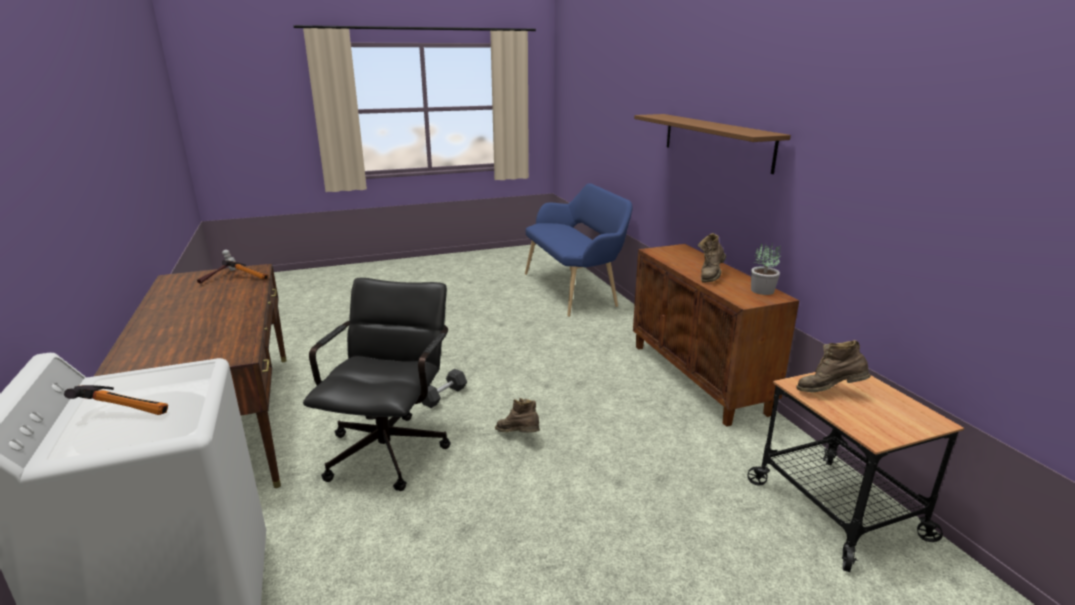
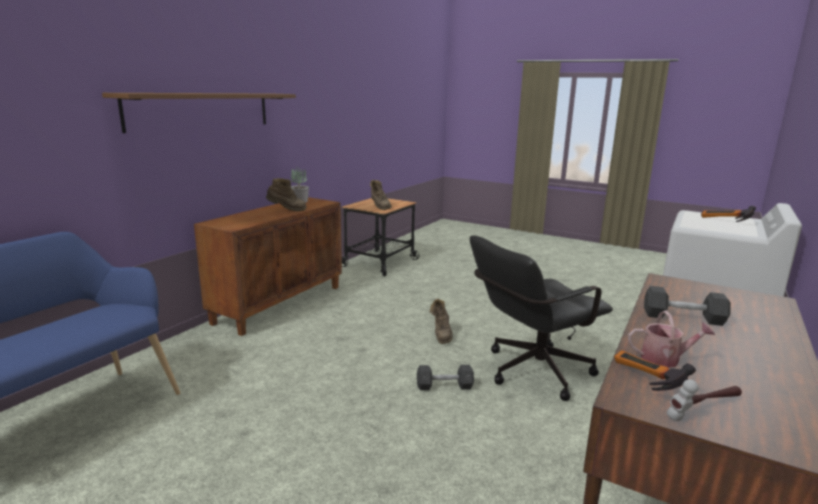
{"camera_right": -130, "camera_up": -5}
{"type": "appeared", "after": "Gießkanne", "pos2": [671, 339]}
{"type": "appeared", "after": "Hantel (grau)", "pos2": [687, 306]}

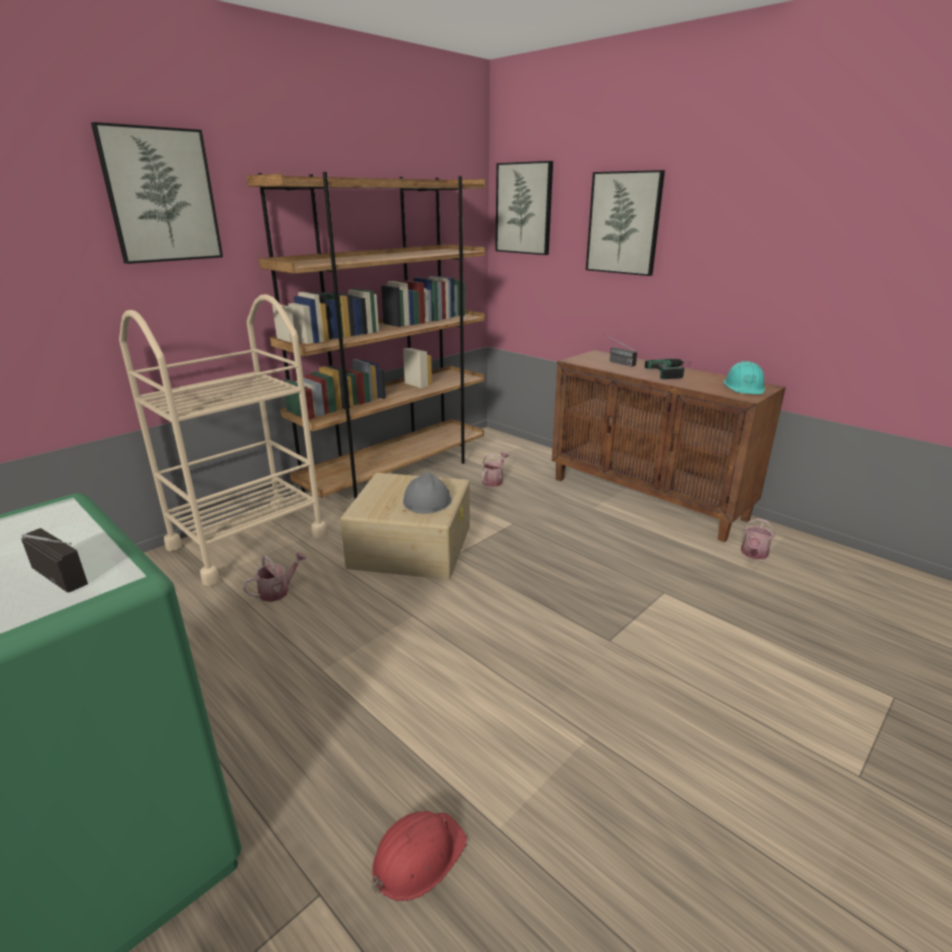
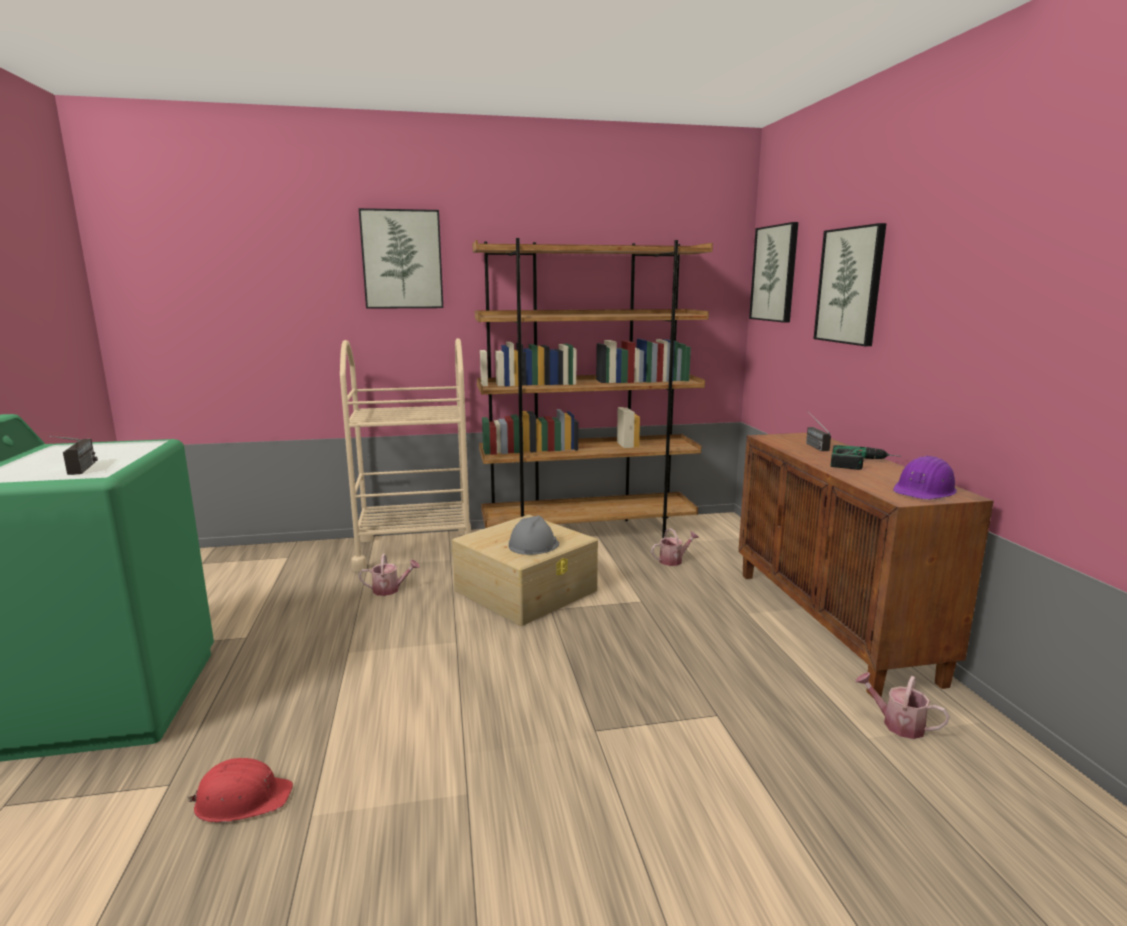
{"camera_right": 35, "camera_up": -10}
{"type": "spun", "before": "Gießkanne", "pos1": [758, 538], "pos2": [902, 705], "turn": 60}
{"type": "colour", "before": "Schutzhelm (türkis)", "after": "Schutzhelm (lila)", "pos1": [744, 378], "pos2": [925, 477]}

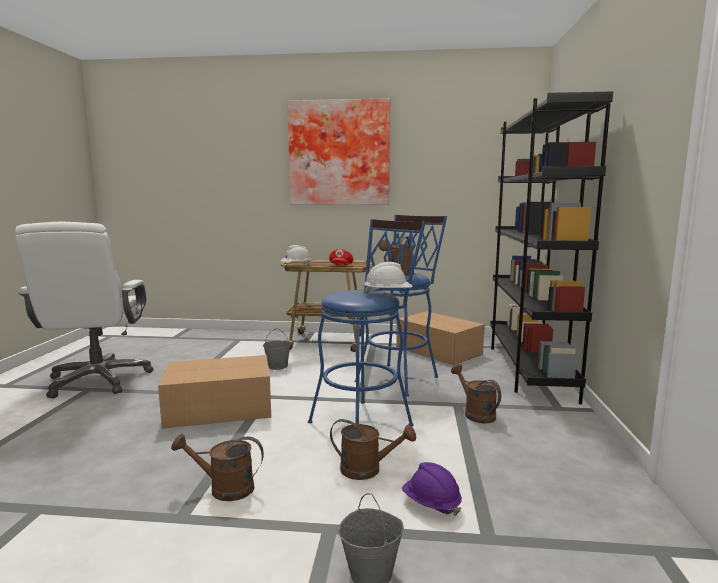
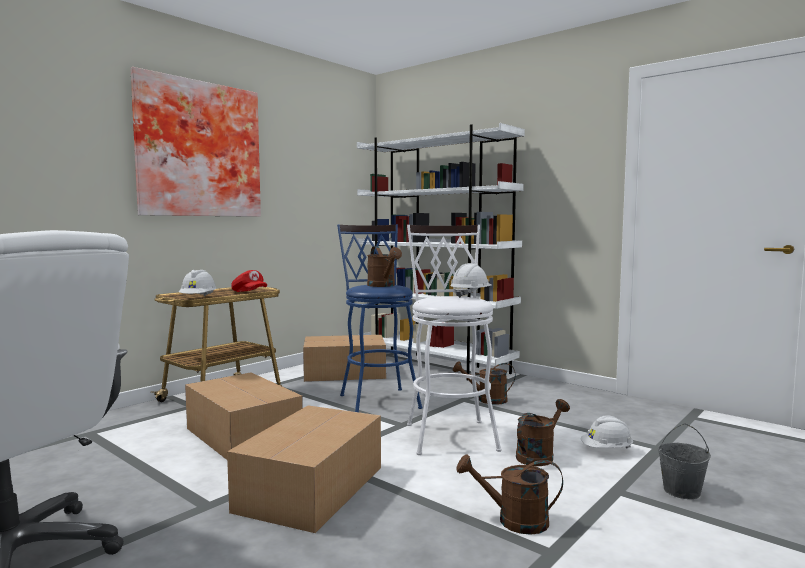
{"camera_right": -55, "camera_up": -5}
{"type": "exchanged", "before": "Eimer (grau)", "after": "Karton", "pos1": [277, 349], "pos2": [244, 416]}
{"type": "colour", "before": "Bücherregal (schwarz)", "after": "Bücherregal (weiß)", "pos1": [551, 247], "pos2": [441, 252]}
{"type": "colour", "before": "Hocker (blau)", "after": "Hocker (weiß)", "pos1": [367, 322], "pos2": [454, 340]}
{"type": "spun", "before": "Gießkanne (braun)", "pos1": [217, 467], "pos2": [509, 494], "turn": 60}
{"type": "colour", "before": "Schutzhelm (lila)", "after": "Schutzhelm (weiß)", "pos1": [432, 489], "pos2": [607, 432]}

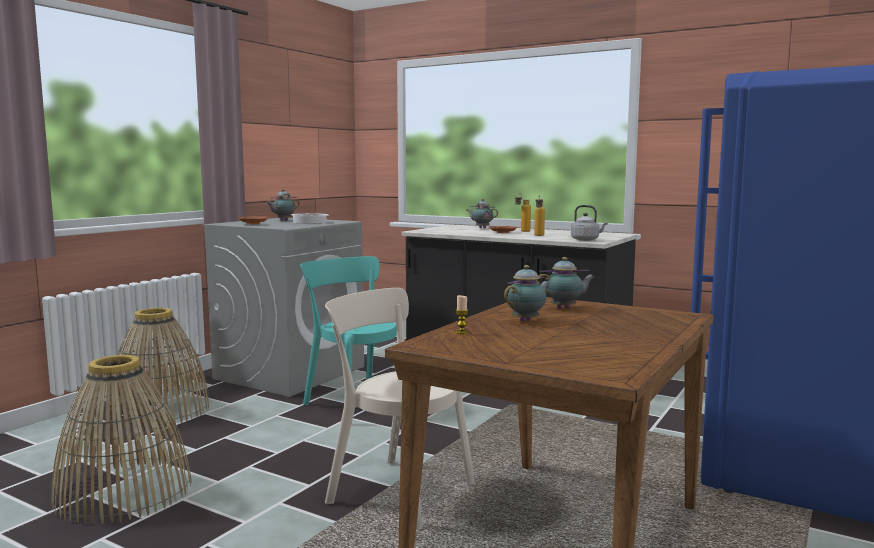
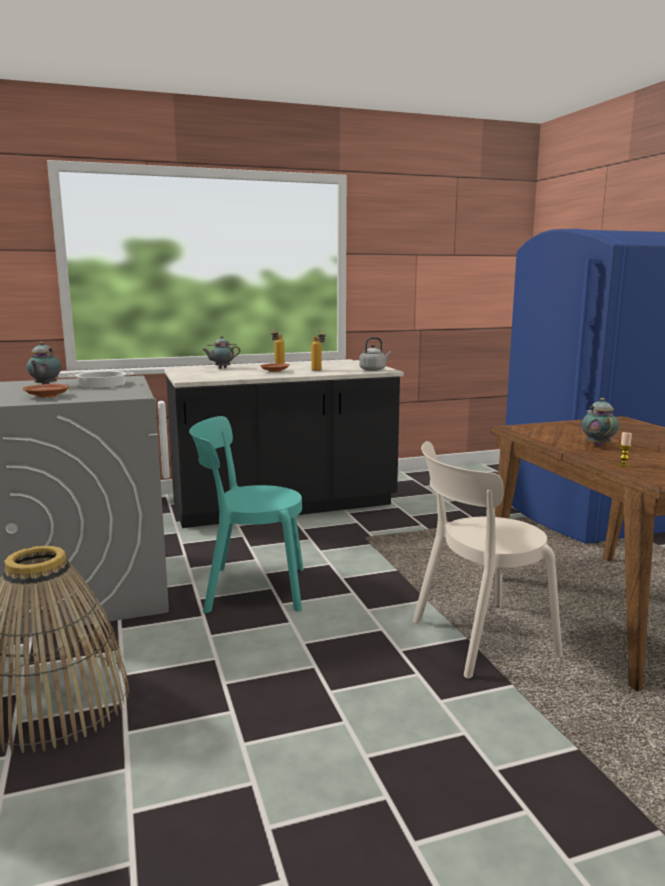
{"camera_right": -50, "camera_up": 5}
{"type": "missing", "before": "Korb", "pos1": [121, 440]}
{"type": "missing", "before": "Teekanne", "pos1": [565, 283]}

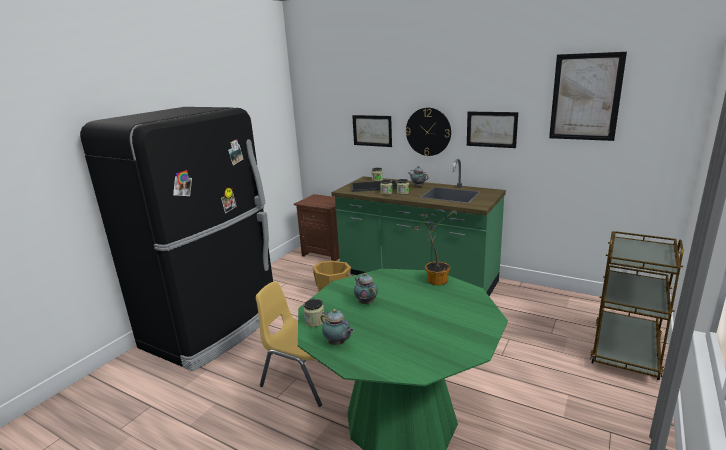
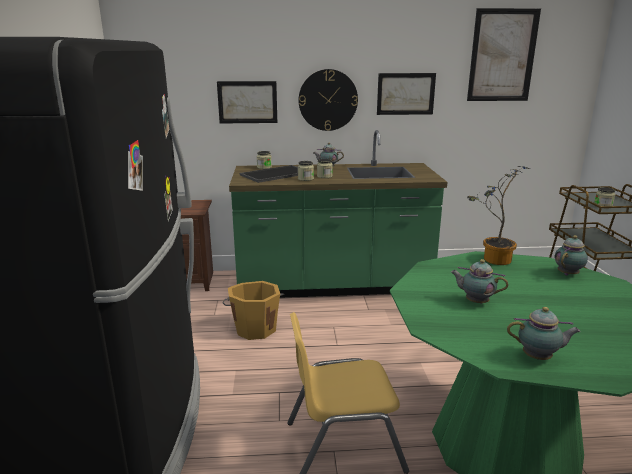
{"camera_right": -35, "camera_up": 0}
{"type": "appeared", "after": "Teekanne", "pos2": [571, 255]}
{"type": "relocated", "before": "Vorratsglas", "pos1": [314, 313], "pos2": [604, 198]}

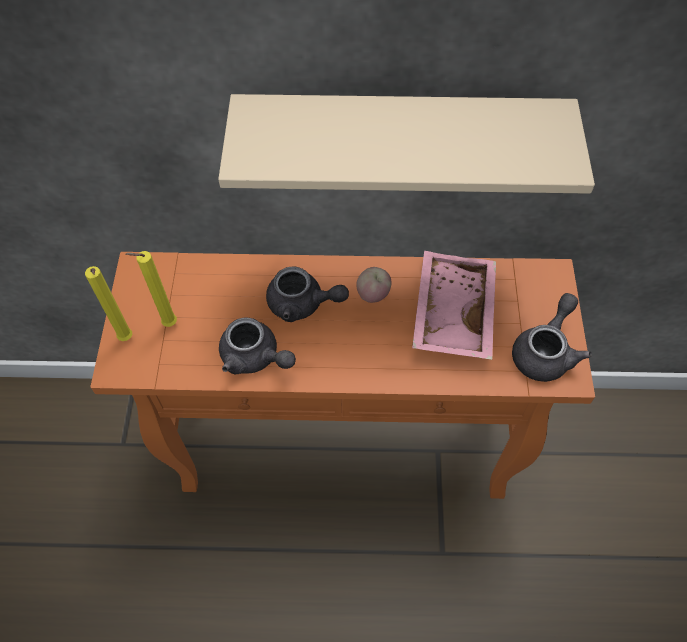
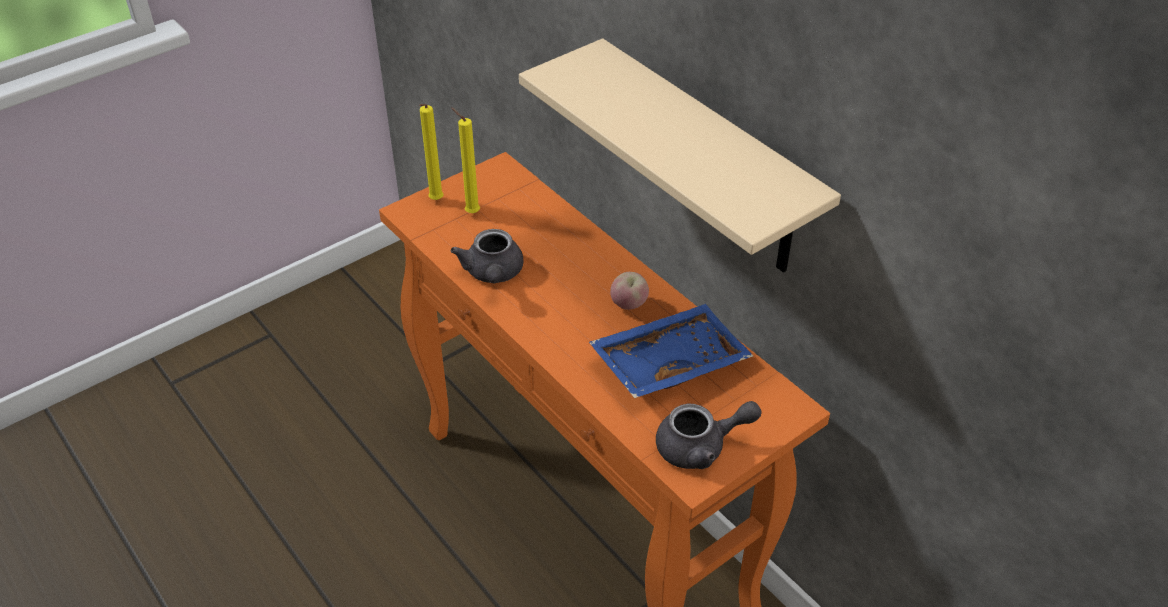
{"camera_right": 50, "camera_up": -15}
{"type": "colour", "before": "Tablett (rosa)", "after": "Tablett (blau)", "pos1": [454, 305], "pos2": [671, 351]}
{"type": "missing", "before": "Teekanne (grau)", "pos1": [307, 294]}

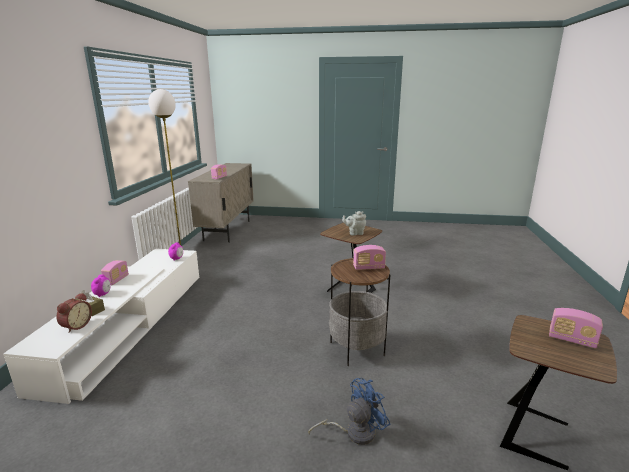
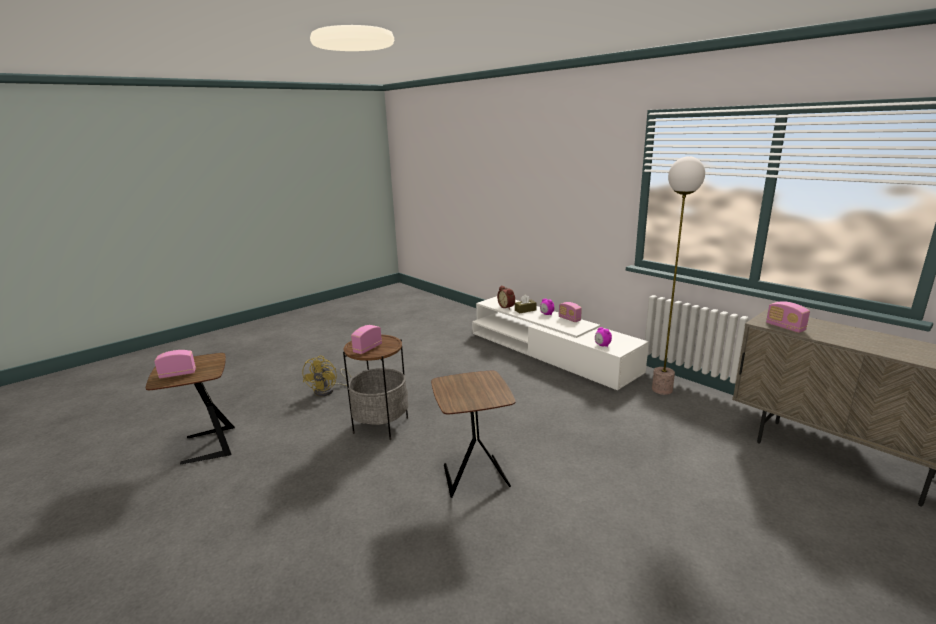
{"camera_right": 130, "camera_up": 0}
{"type": "colour", "before": "Ventilator (blau)", "after": "Ventilator (gelb)", "pos1": [349, 411], "pos2": [326, 376]}
{"type": "missing", "before": "Teekanne (grau)", "pos1": [354, 223]}

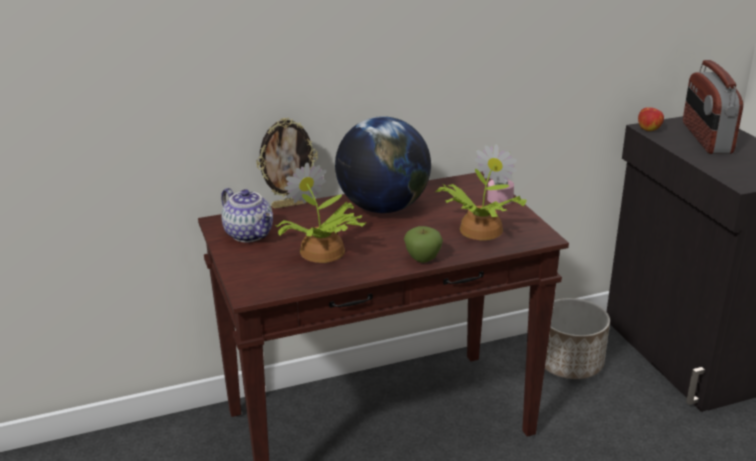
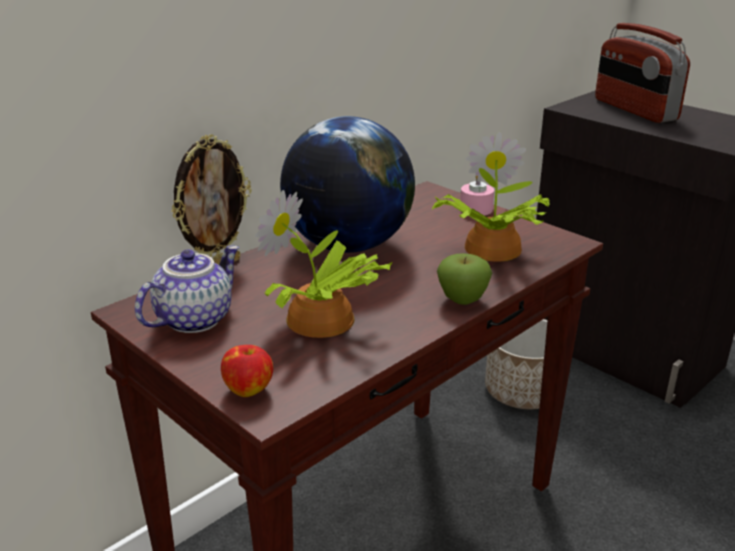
{"camera_right": -25, "camera_up": 0}
{"type": "spun", "before": "Teekanne", "pos1": [247, 215], "pos2": [187, 289], "turn": -75}
{"type": "relocated", "before": "Apfel", "pos1": [651, 119], "pos2": [247, 371]}

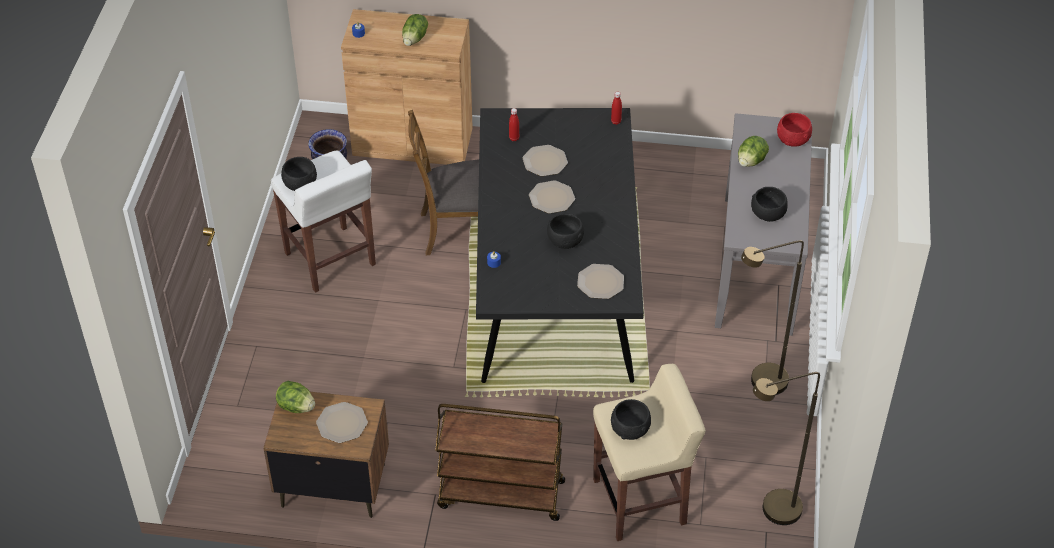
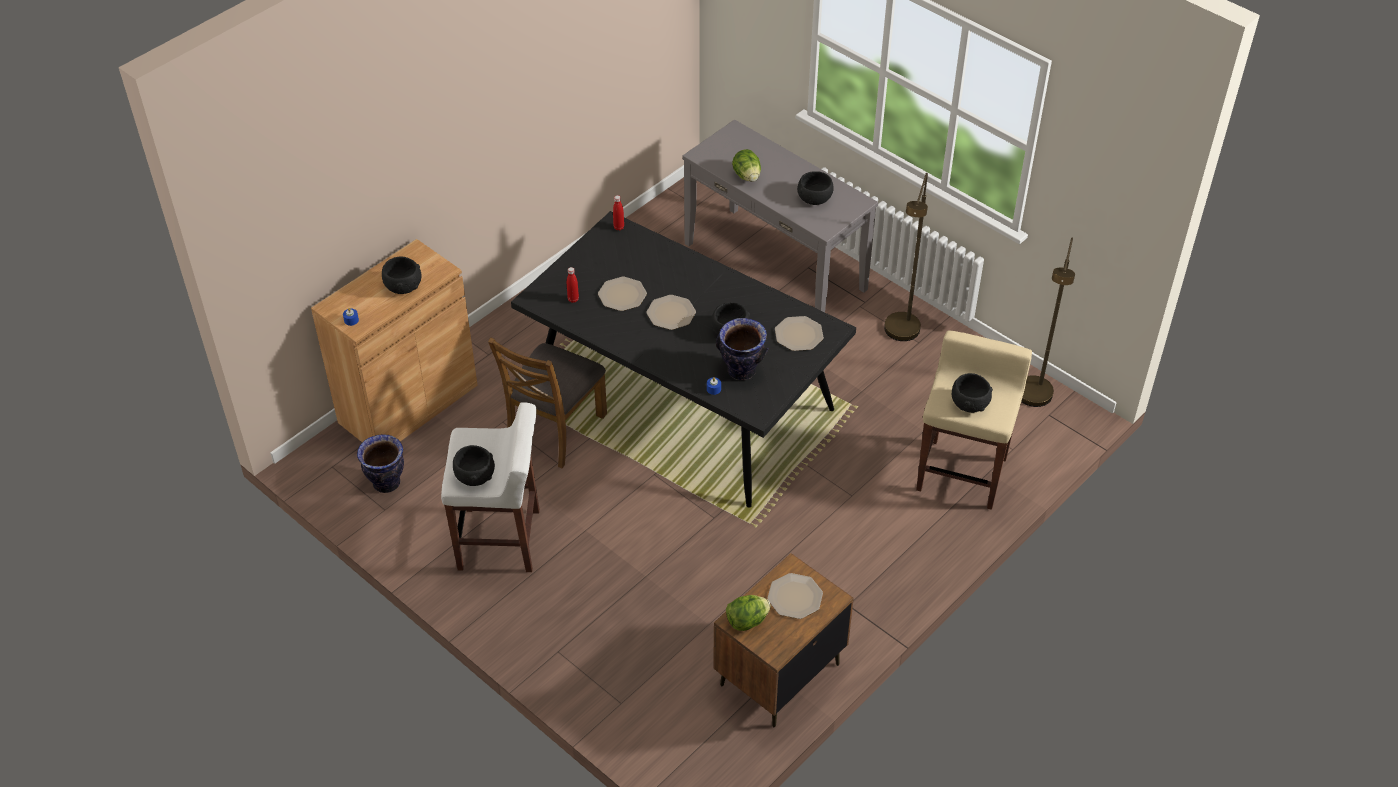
{"camera_right": -55, "camera_up": 0}
{"type": "exchanged", "before": "Salatkopf", "after": "Schüssel (schwarz)", "pos1": [415, 30], "pos2": [402, 275]}
{"type": "appeared", "after": "Vase", "pos2": [742, 349]}
{"type": "missing", "before": "Rollwagen (braun)", "pos1": [500, 462]}
{"type": "missing", "before": "Schüssel (rot)", "pos1": [794, 130]}

